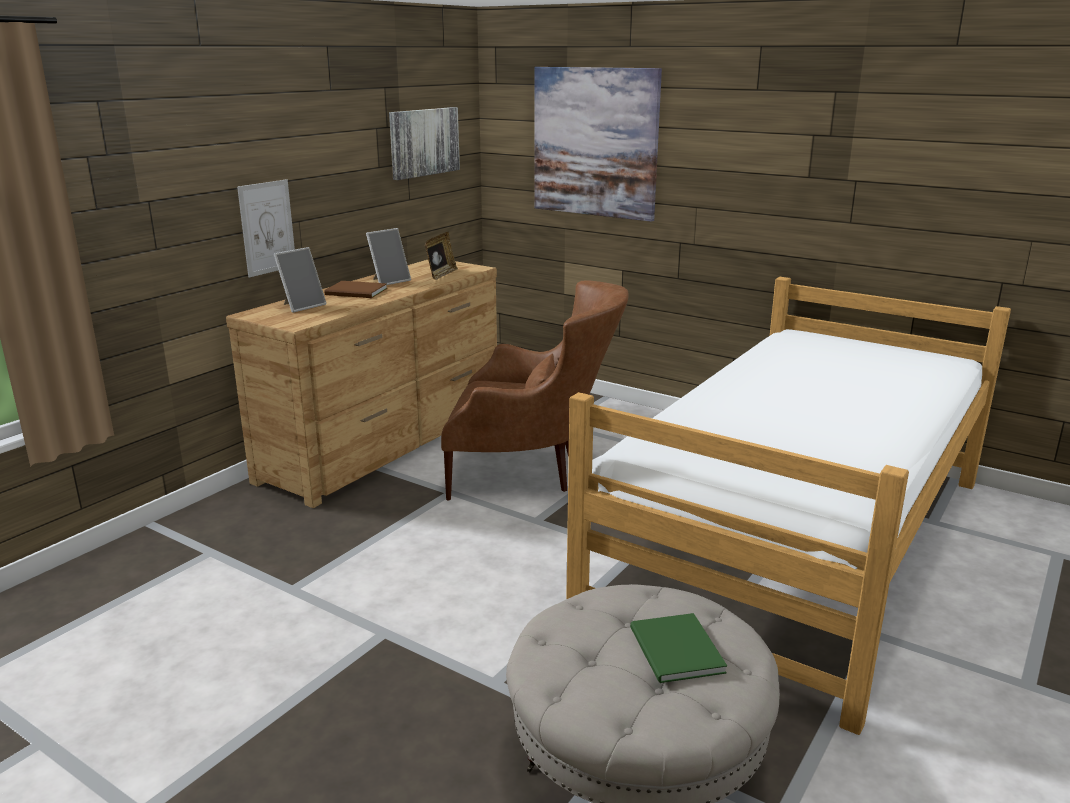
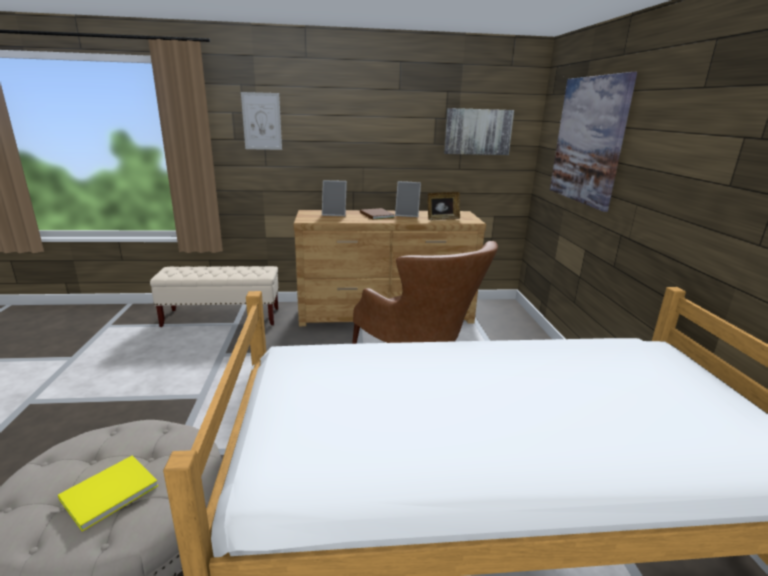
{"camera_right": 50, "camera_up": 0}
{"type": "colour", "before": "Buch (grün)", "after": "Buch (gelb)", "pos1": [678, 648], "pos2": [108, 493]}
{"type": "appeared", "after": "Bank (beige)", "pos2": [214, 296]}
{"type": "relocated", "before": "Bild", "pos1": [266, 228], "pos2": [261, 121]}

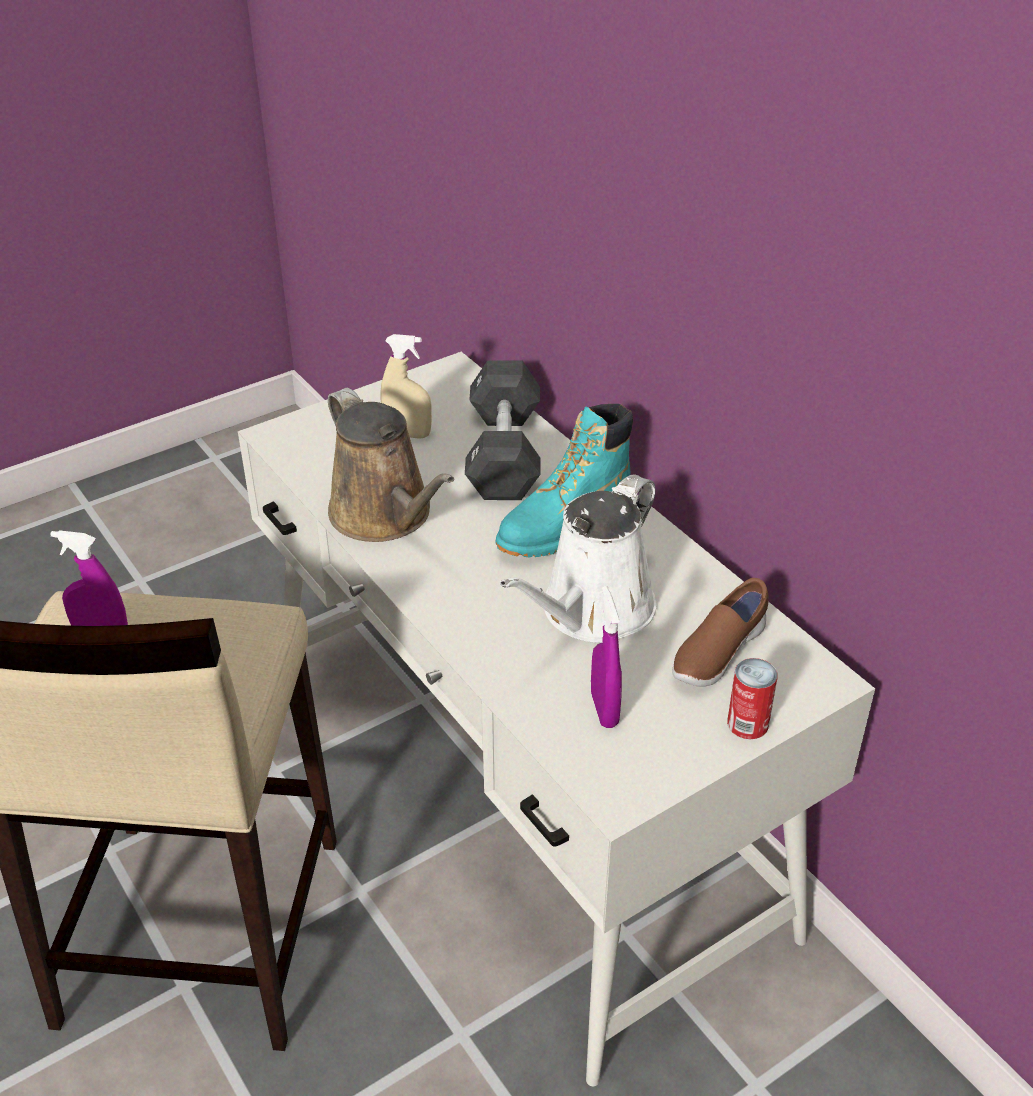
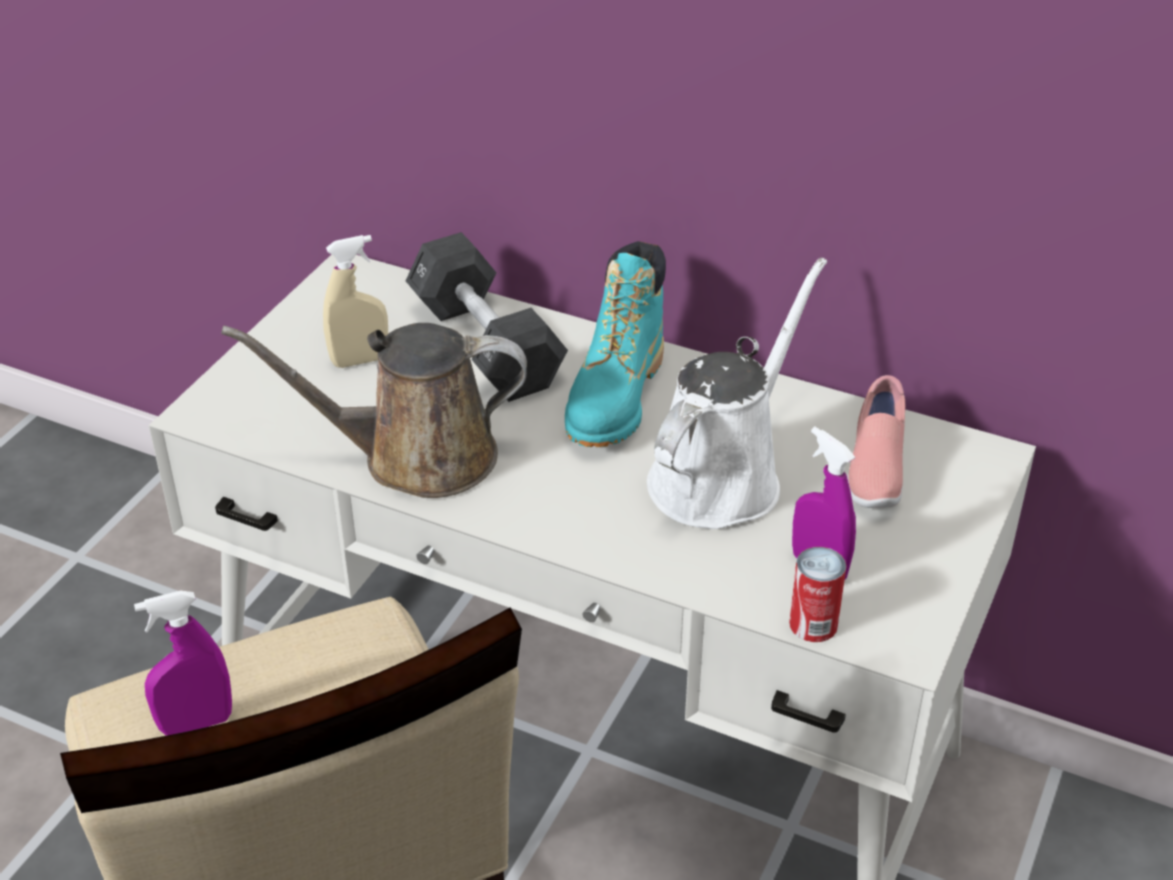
{"camera_right": -30, "camera_up": 0}
{"type": "spun", "before": "Gießkanne (braun)", "pos1": [391, 465], "pos2": [374, 410], "turn": 150}
{"type": "spun", "before": "Gießkanne (weiß)", "pos1": [578, 558], "pos2": [737, 393], "turn": -150}
{"type": "relocated", "before": "Dose", "pos1": [752, 698], "pos2": [817, 594]}
{"type": "colour", "before": "Schuh (braun)", "after": "Schuh (rosa)", "pos1": [720, 632], "pos2": [876, 441]}

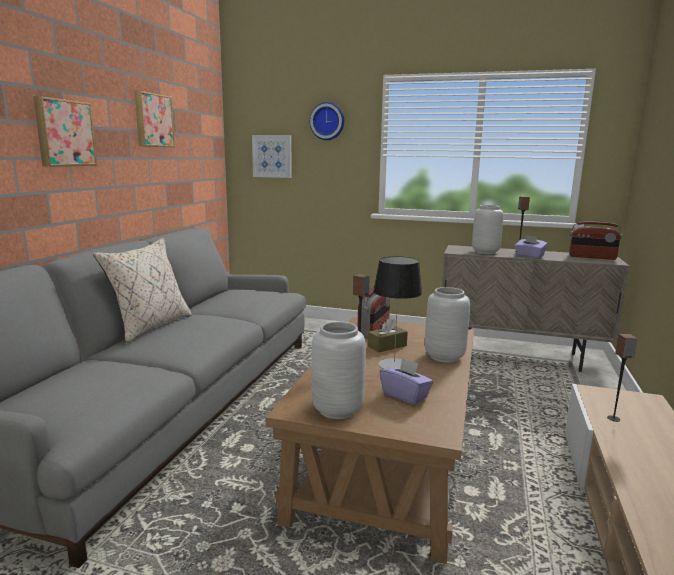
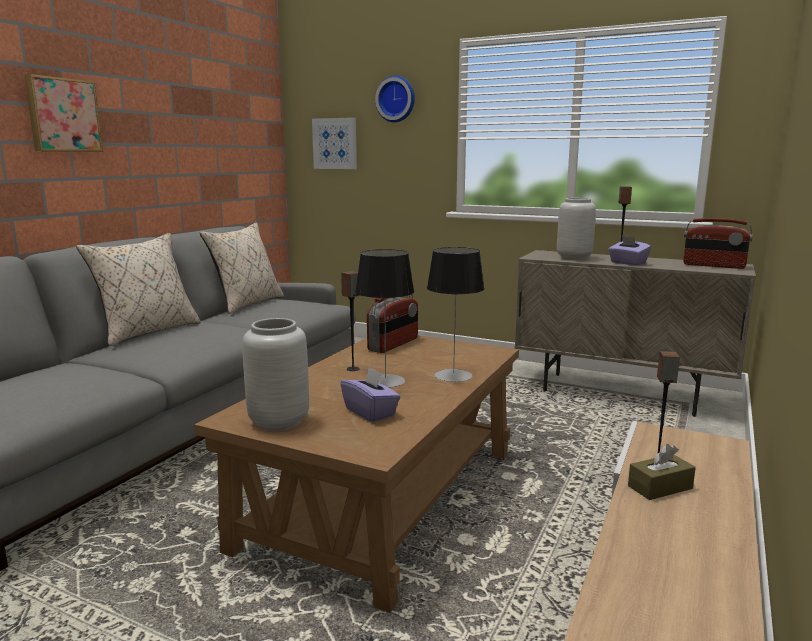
{"camera_right": 10, "camera_up": 0}
{"type": "appeared", "after": "Kissen (beige)", "pos2": [242, 268]}
{"type": "exchanged", "before": "Vase (grau)", "after": "Tischlampe", "pos1": [447, 325], "pos2": [455, 314]}
{"type": "relocated", "before": "Taschentuchbox (braun)", "pos1": [388, 334], "pos2": [662, 472]}
{"type": "missing", "before": "Bild", "pos1": [154, 119]}

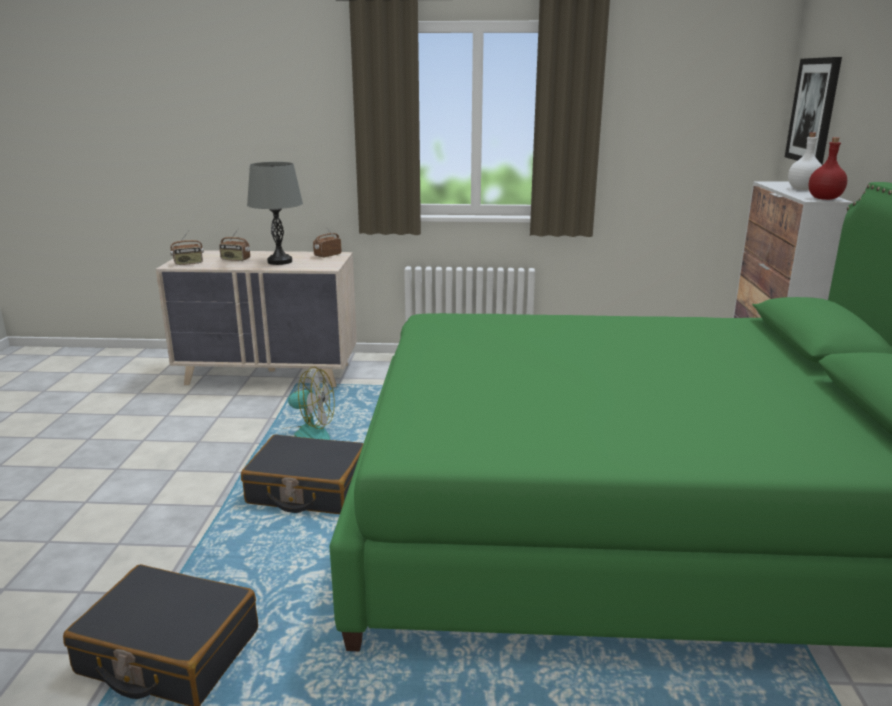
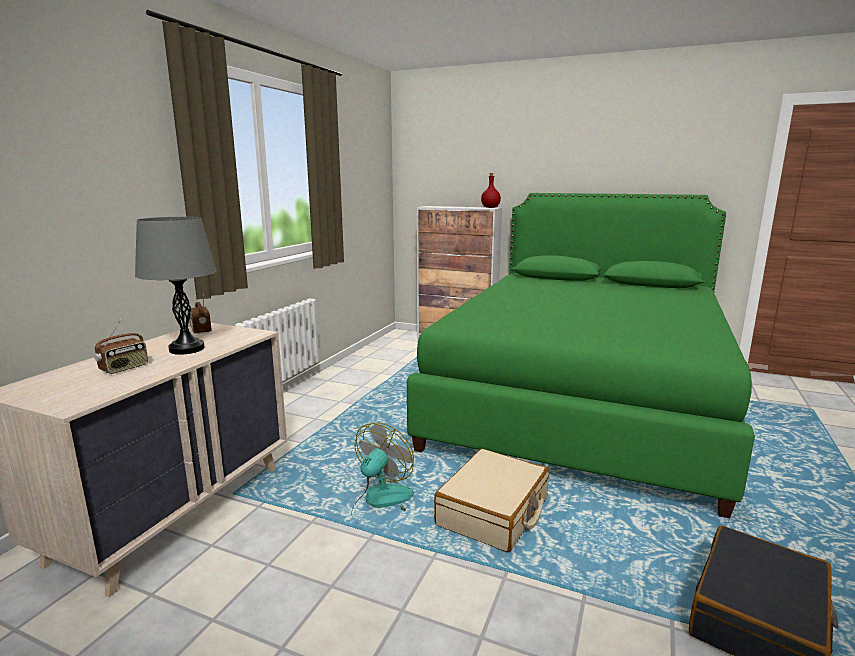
{"camera_right": -70, "camera_up": -5}
{"type": "colour", "before": "Koffer (schwarz)", "after": "Koffer (beige)", "pos1": [302, 474], "pos2": [491, 500]}
{"type": "missing", "before": "Radio", "pos1": [187, 248]}
{"type": "missing", "before": "Bild", "pos1": [813, 111]}
{"type": "missing", "before": "Flasche (weiß)", "pos1": [805, 161]}

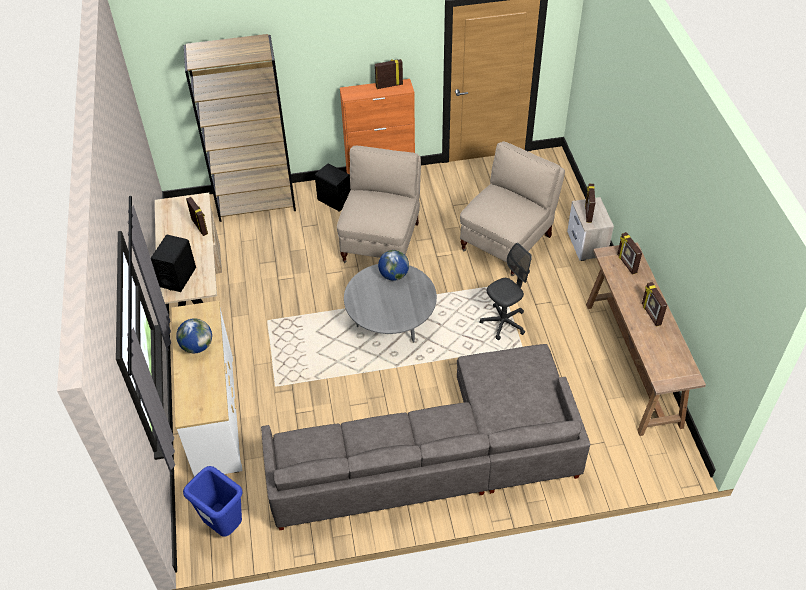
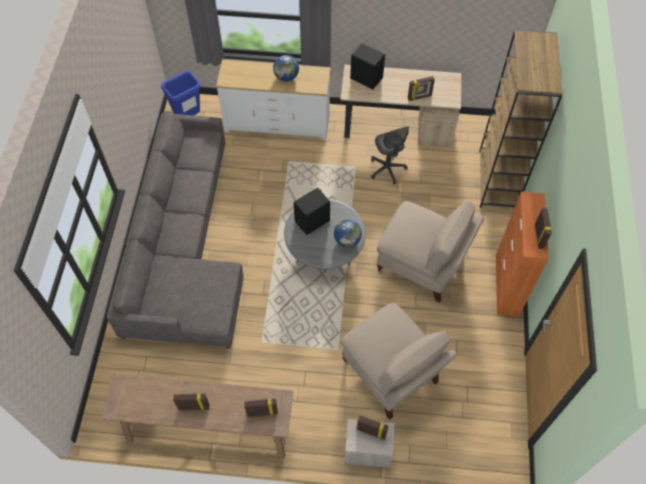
{"camera_right": 105, "camera_up": 10}
{"type": "relocated", "before": "Lautsprecher (schwarz)", "pos1": [333, 188], "pos2": [312, 211]}
{"type": "relocated", "before": "Bürostuhl (grau)", "pos1": [506, 291], "pos2": [390, 155]}

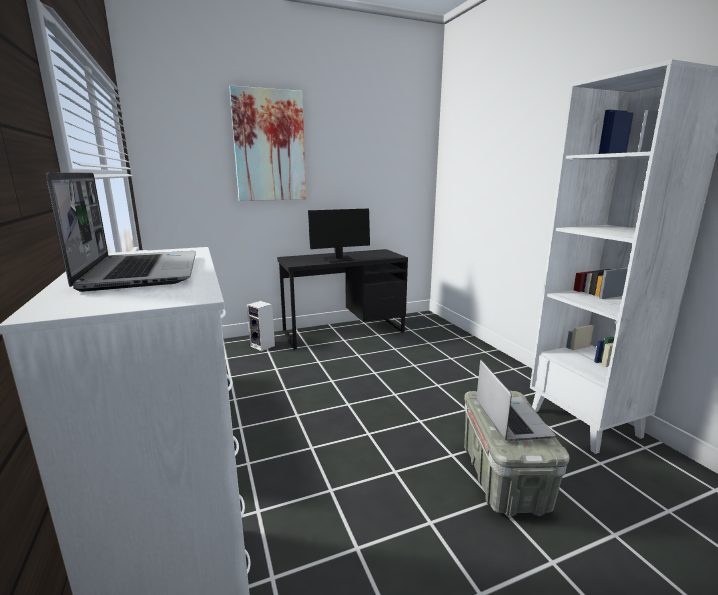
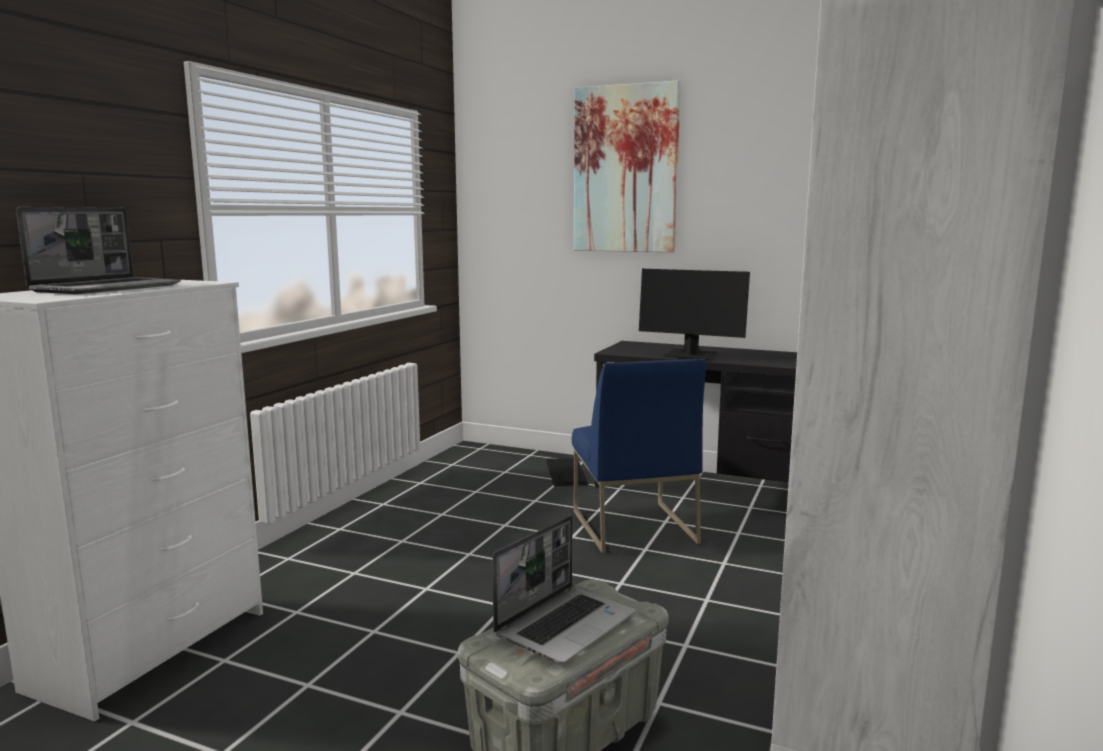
{"camera_right": 45, "camera_up": -5}
{"type": "exchanged", "before": "Lautsprecher", "after": "Tastatur", "pos1": [261, 326], "pos2": [567, 472]}
{"type": "appeared", "after": "Stuhl (blau)", "pos2": [639, 456]}

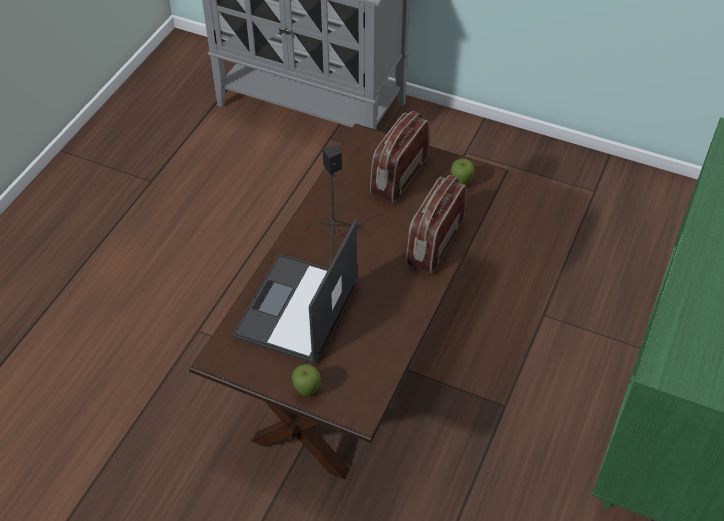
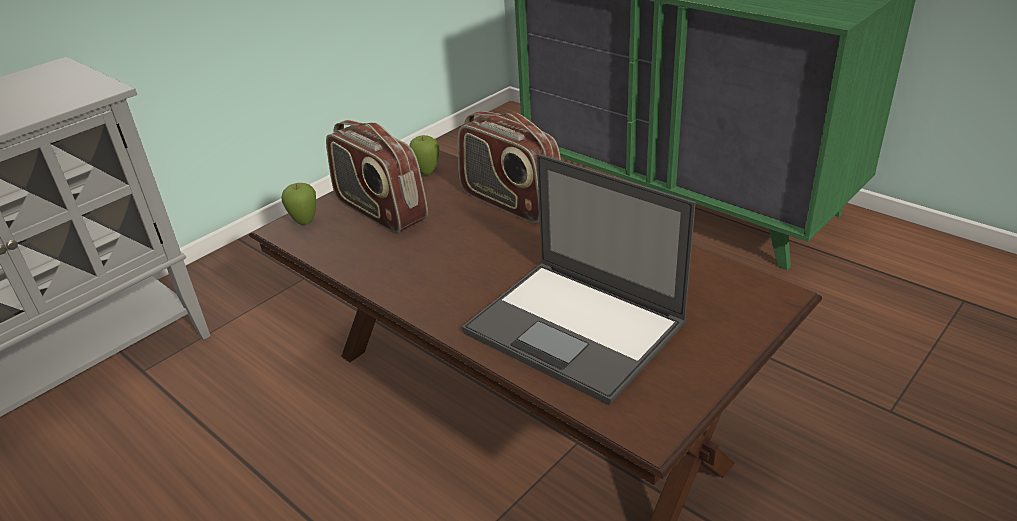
{"camera_right": -70, "camera_up": -15}
{"type": "relocated", "before": "Apfel", "pos1": [306, 380], "pos2": [298, 204]}
{"type": "missing", "before": "Lautsprecher (schwarz)", "pos1": [335, 205]}

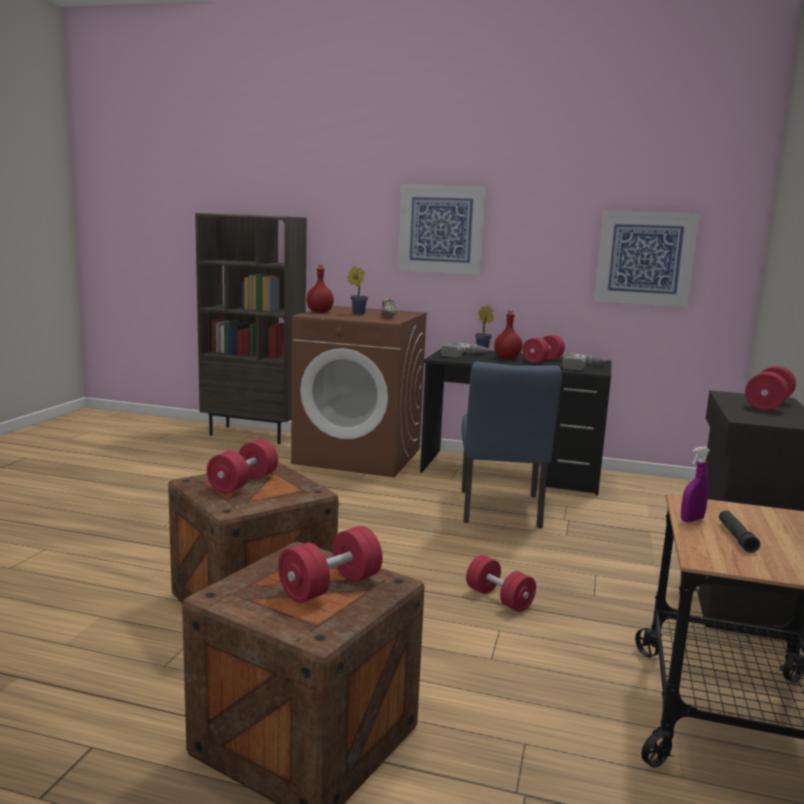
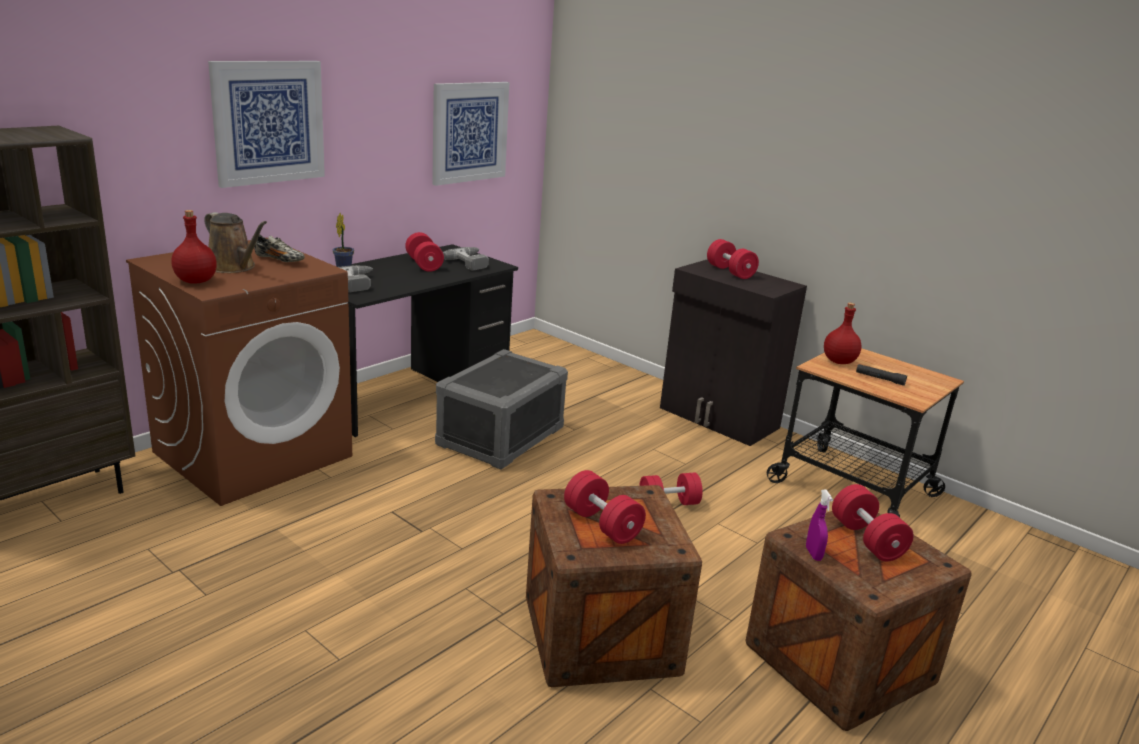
{"camera_right": -65, "camera_up": 10}
{"type": "exchanged", "before": "Topfpflanze", "after": "Gießkanne (braun)", "pos1": [357, 290], "pos2": [235, 242]}
{"type": "exchanged", "before": "Stuhl (blau)", "after": "Aufbewahrungsbox (grau)", "pos1": [511, 445], "pos2": [501, 409]}
{"type": "relocated", "before": "Sprühflasche (lila)", "pos1": [695, 484], "pos2": [819, 525]}
{"type": "relocated", "before": "Flasche (rot)", "pos1": [508, 334], "pos2": [843, 333]}

